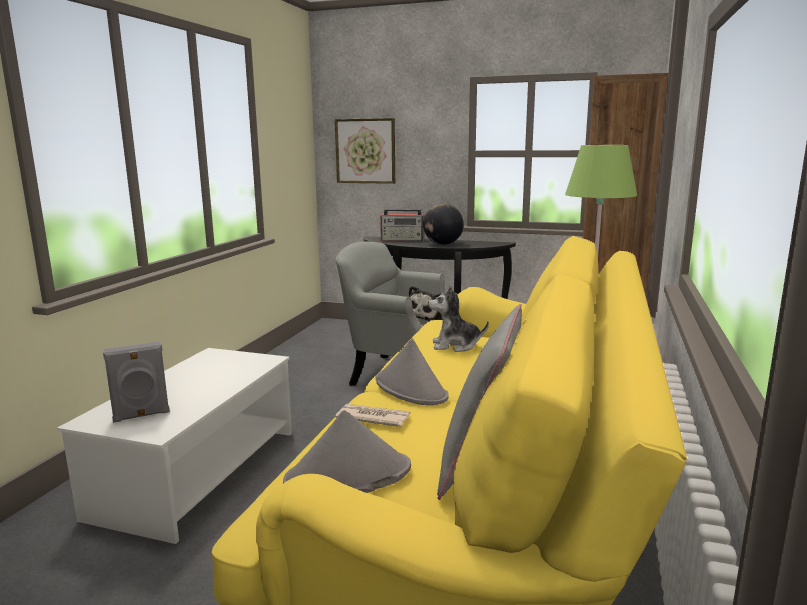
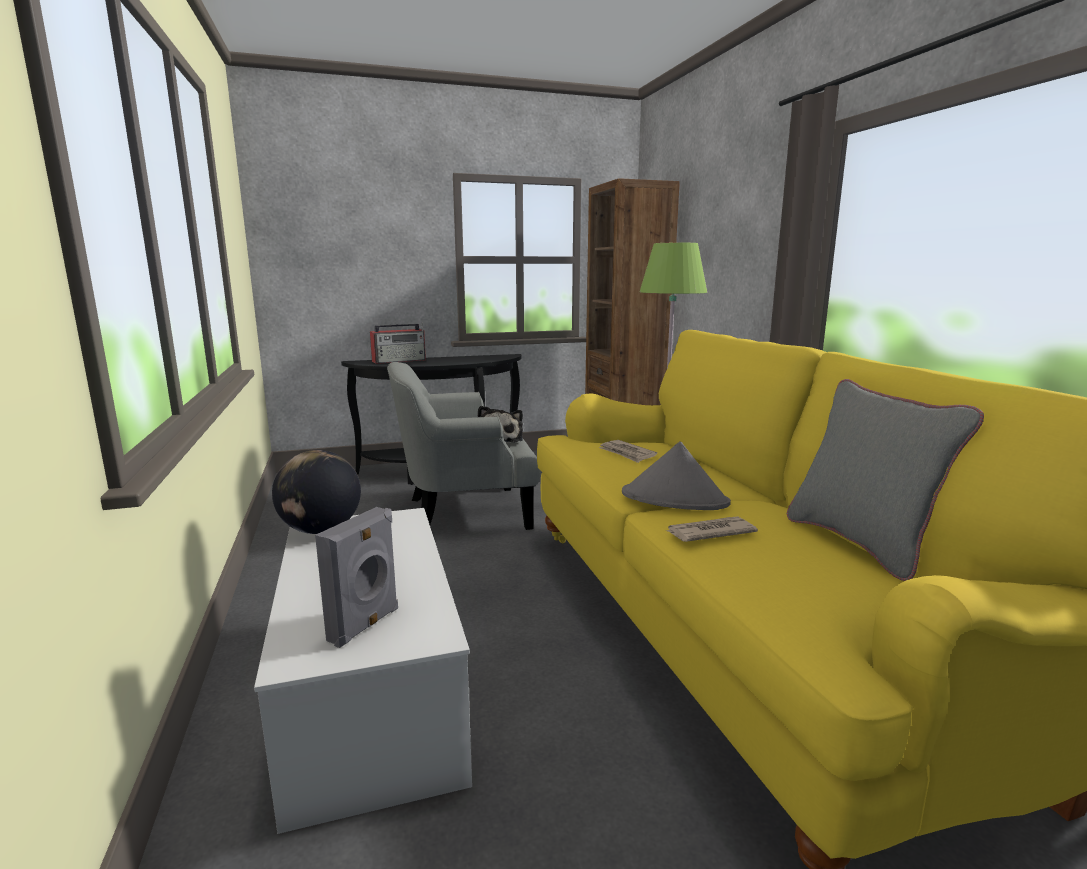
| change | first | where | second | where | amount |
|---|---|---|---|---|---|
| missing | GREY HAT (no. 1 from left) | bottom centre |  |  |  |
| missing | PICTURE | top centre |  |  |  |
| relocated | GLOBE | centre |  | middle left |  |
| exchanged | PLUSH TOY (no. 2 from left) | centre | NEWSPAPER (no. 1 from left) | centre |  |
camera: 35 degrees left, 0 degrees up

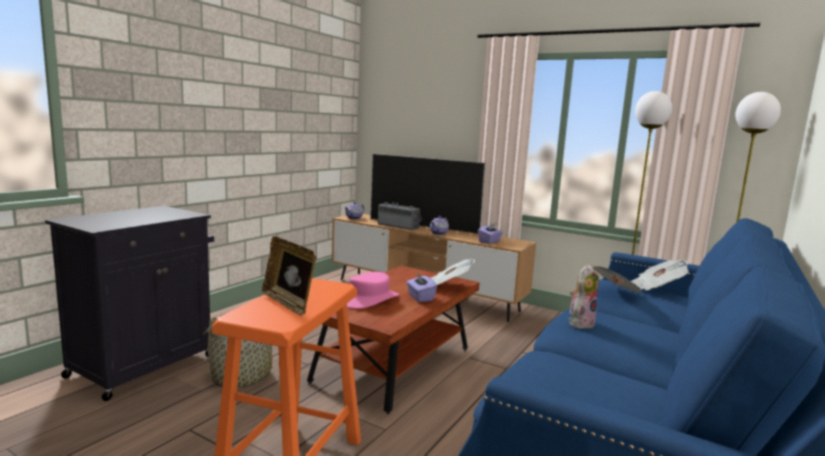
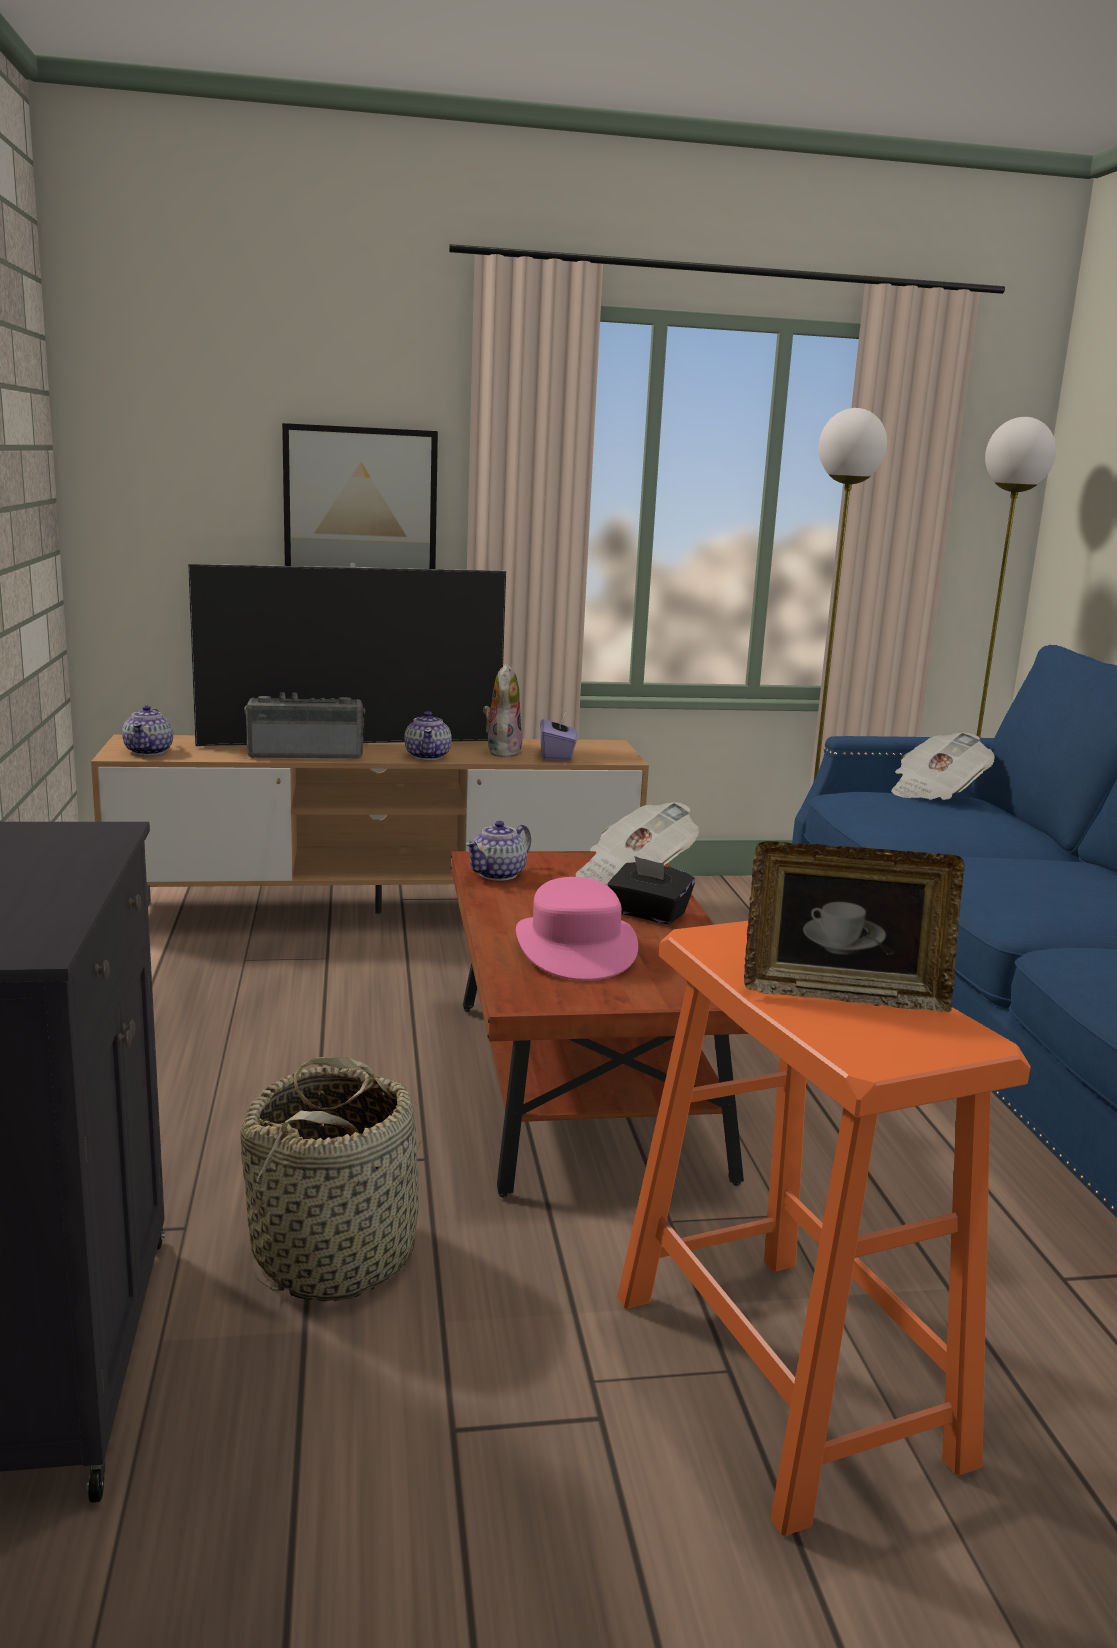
| change | first | where | second | where | amount |
|---|---|---|---|---|---|
| colour | PURPLE TISSUE BOX (no. 1 from left) | centre | BLACK TISSUE BOX | centre |  |
| relocated | PLUSH TOY | middle right |  | centre |  |
| missing | NEWSPAPER (no. 2 from left) | middle right |  |  |  |
| appeared |  |  | PICTURE | top left |  |
| appeared |  |  | TEAPOT (no. 3 from left) | centre |  |
camera: 40 degrees left, 5 degrees up

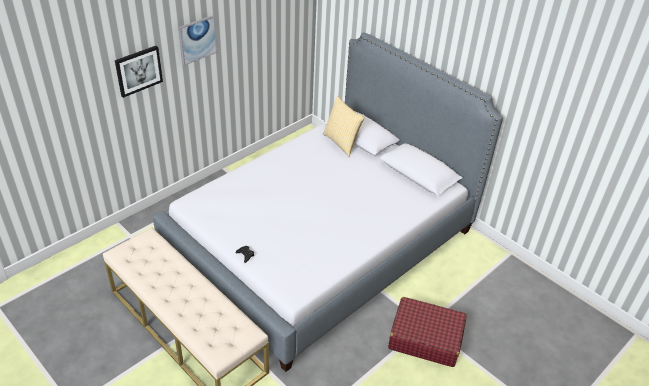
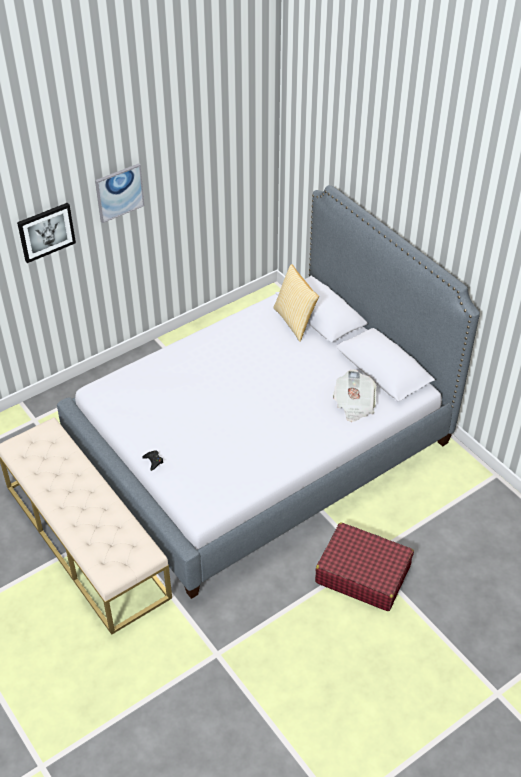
| change | first | where | second | where | amount |
|---|---|---|---|---|---|
| appeared |  |  | NEWSPAPER | middle right |  |
camera: 10 degrees right, 5 degrees up

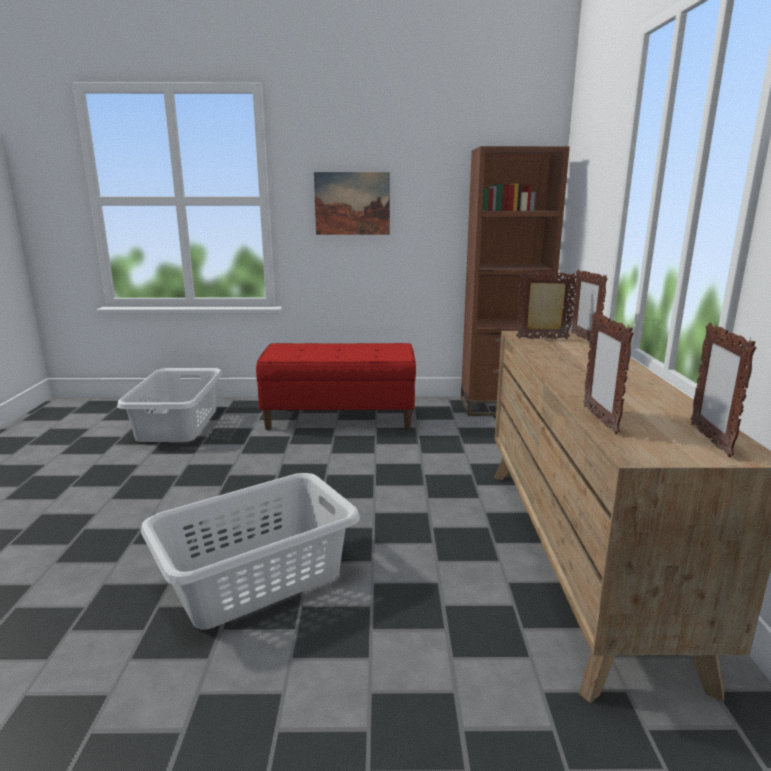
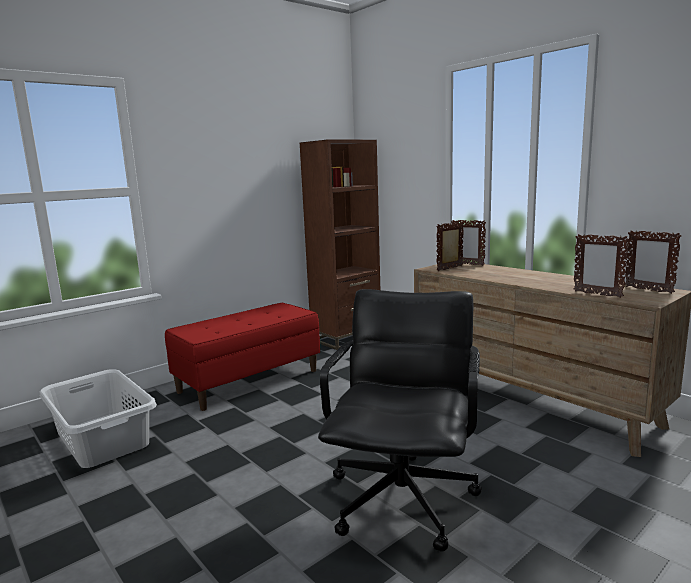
| change | first | where | second | where | amount |
|---|---|---|---|---|---|
| exchanged | GREY LAUNDRY BASKET (no. 2 from left) | bottom left | BLACK OFFICE CHAIR | bottom centre |  |
| missing | PICTURE | top centre |  |  |  |
camera: 40 degrees left, 5 degrees down

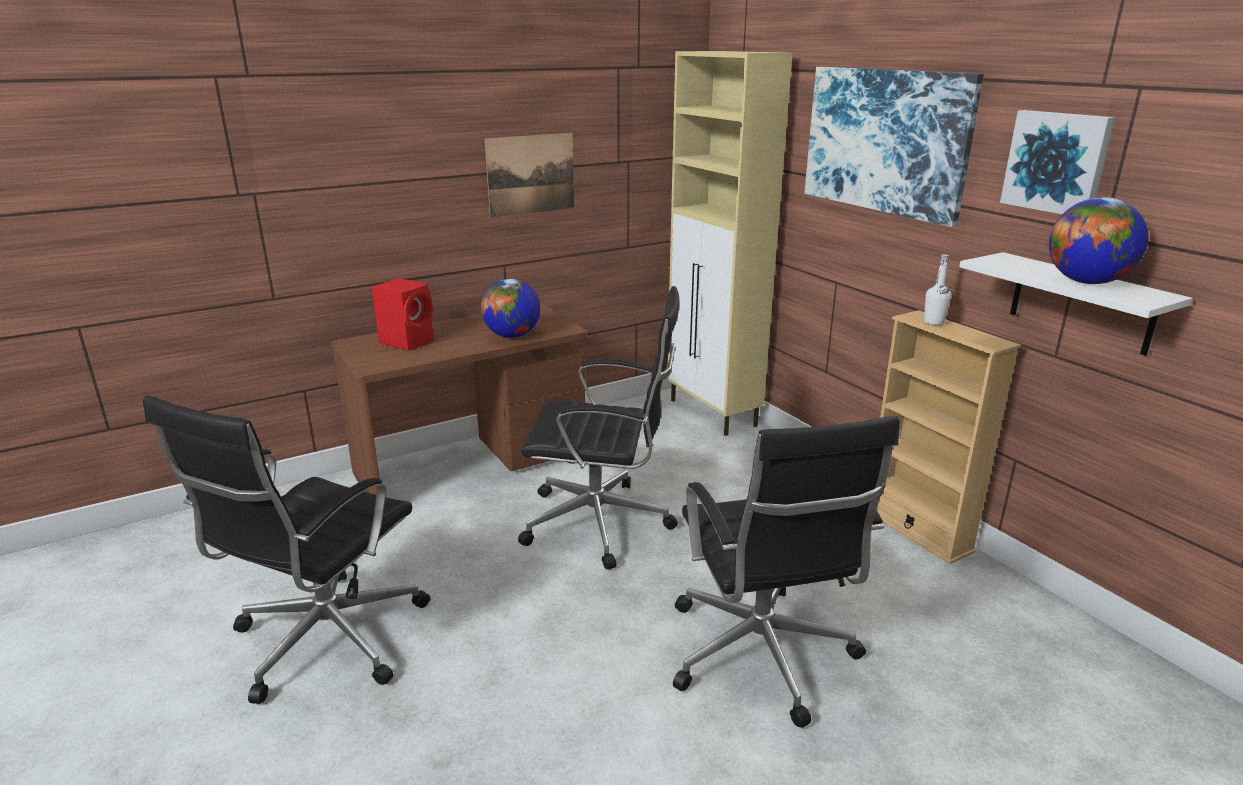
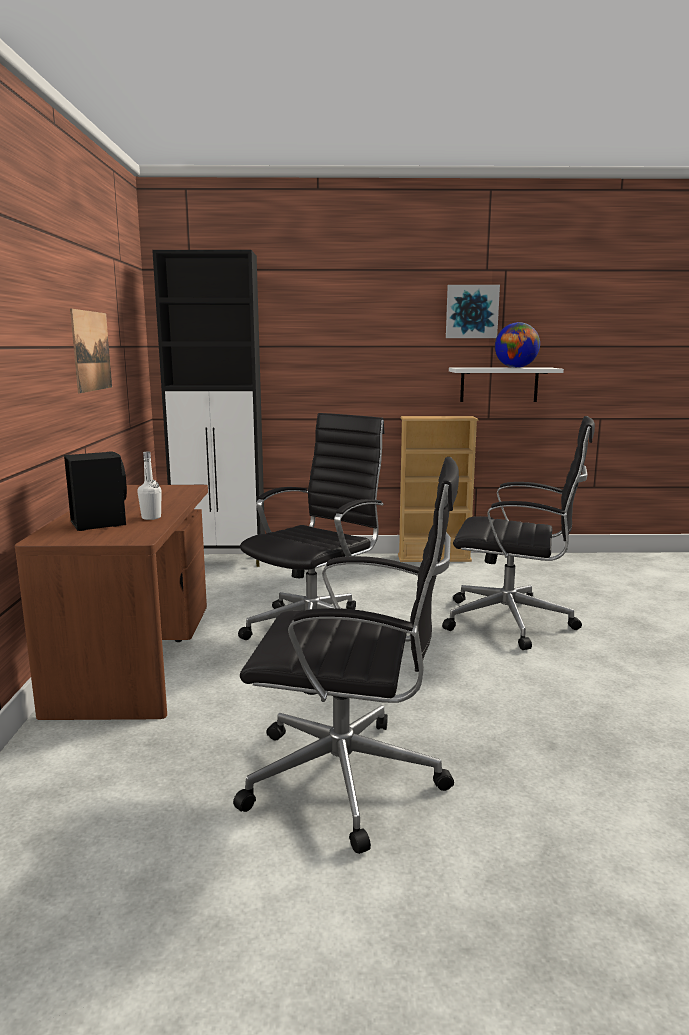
| change | first | where | second | where | amount |
|---|---|---|---|---|---|
| spun | BLACK OFFICE CHAIR (no. 1 from left in the first image) | bottom left | BLACK OFFICE CHAIR (no. 2 from left) | centre | 45 degrees counterclockwise |
| colour | RED SPEAKER | middle left | BLACK SPEAKER | middle left |  |
| missing | GLOBE (no. 1 from left) | centre |  |  |  |
| colour | BEIGE CABINET | top centre | BLACK CABINET | middle left |  |
| missing | PICTURE (no. 2 from left) | top right |  |  |  |
| relocated | WHITE BOTTLE | middle right |  | middle left |  |
camera: 60 degrees left, 10 degrees down

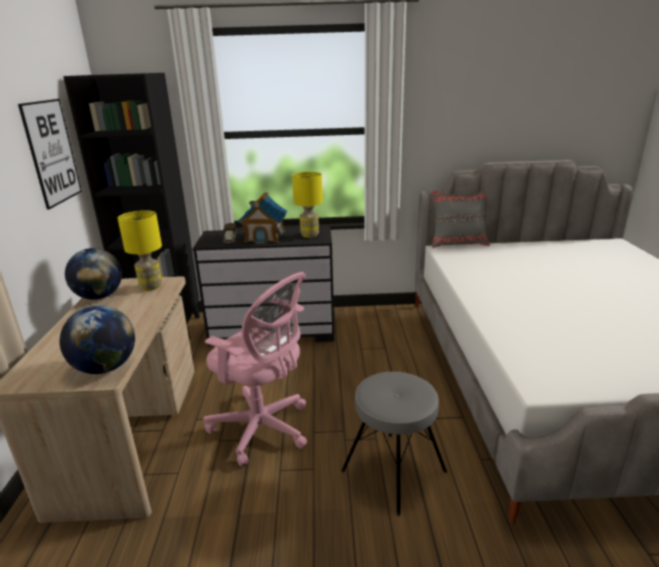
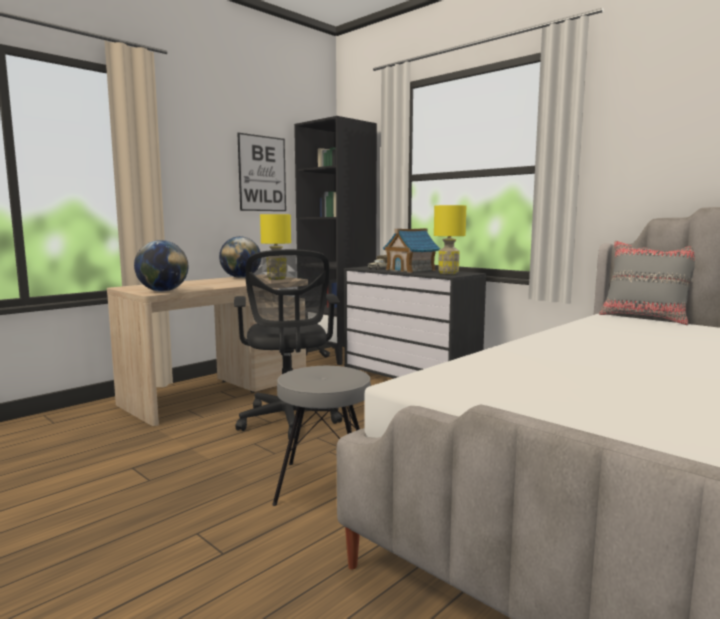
| change | first | where | second | where | amount |
|---|---|---|---|---|---|
| colour | PINK OFFICE CHAIR | centre | BLACK OFFICE CHAIR | centre |  |
camera: 45 degrees right, 15 degrees down

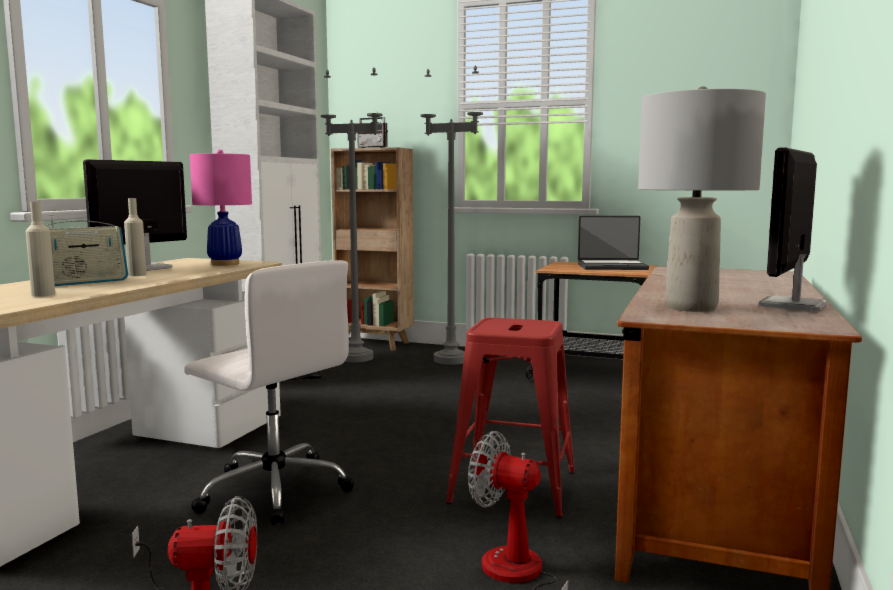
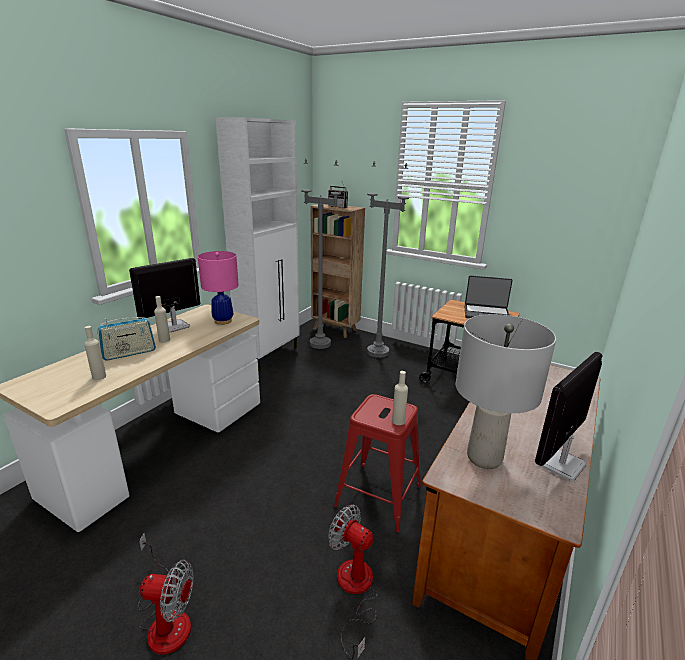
| change | first | where | second | where | amount |
|---|---|---|---|---|---|
| missing | WHITE OFFICE CHAIR | middle left |  |  |  |
| appeared |  |  | BEIGE BOTTLE (no. 3 from left) | centre |  |
camera: 10 degrees right, 15 degrees up

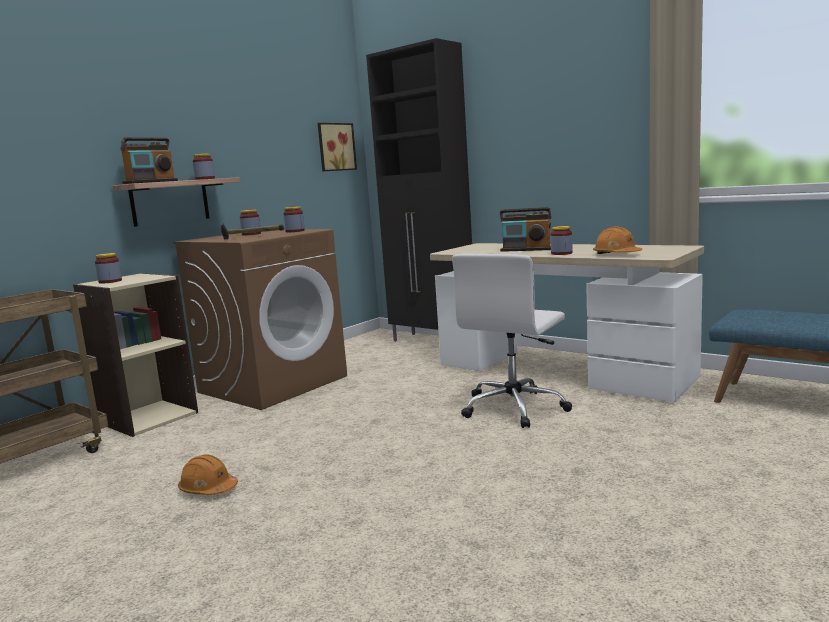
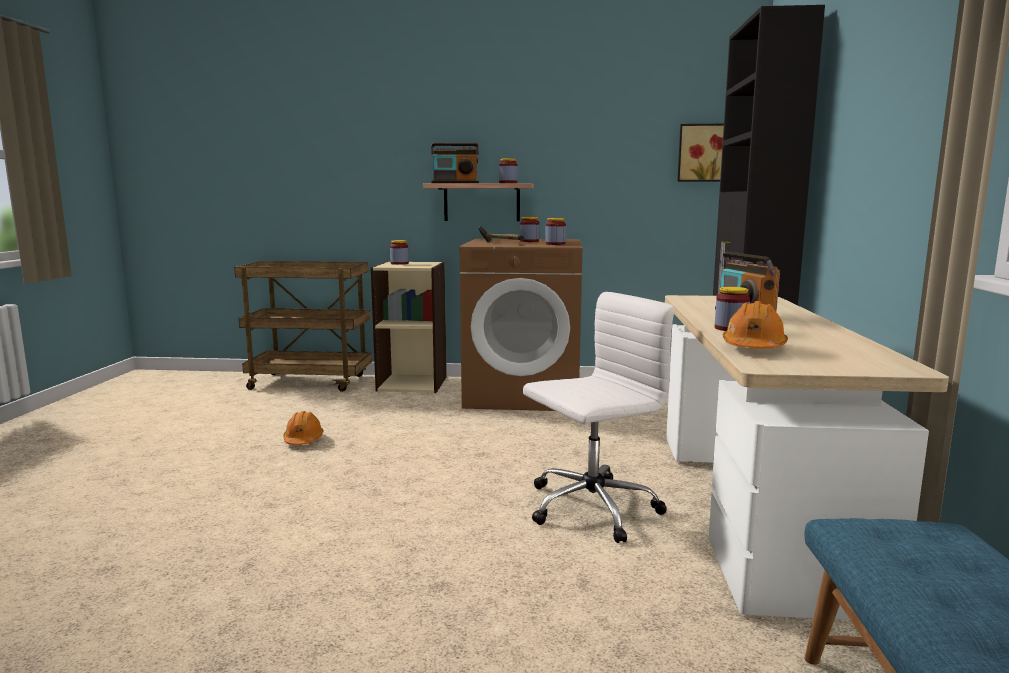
| change | first | where | second | where | amount |
|---|---|---|---|---|---|
| spun | WHITE OFFICE CHAIR | centre |  | centre | 150 degrees clockwise |
camera: 55 degrees right, 0 degrees up

